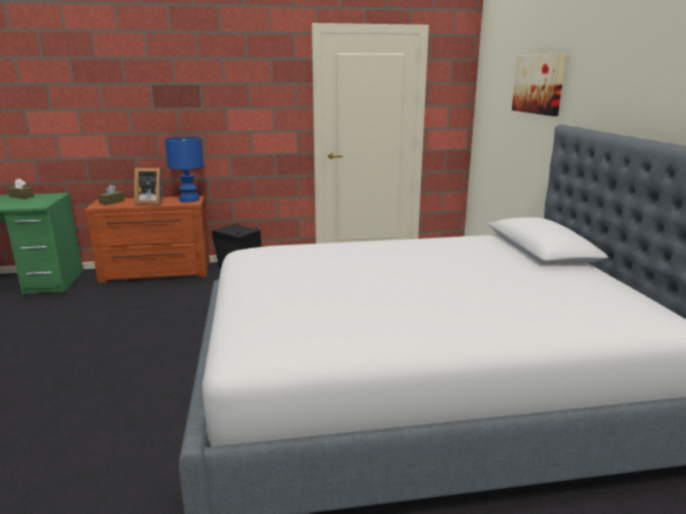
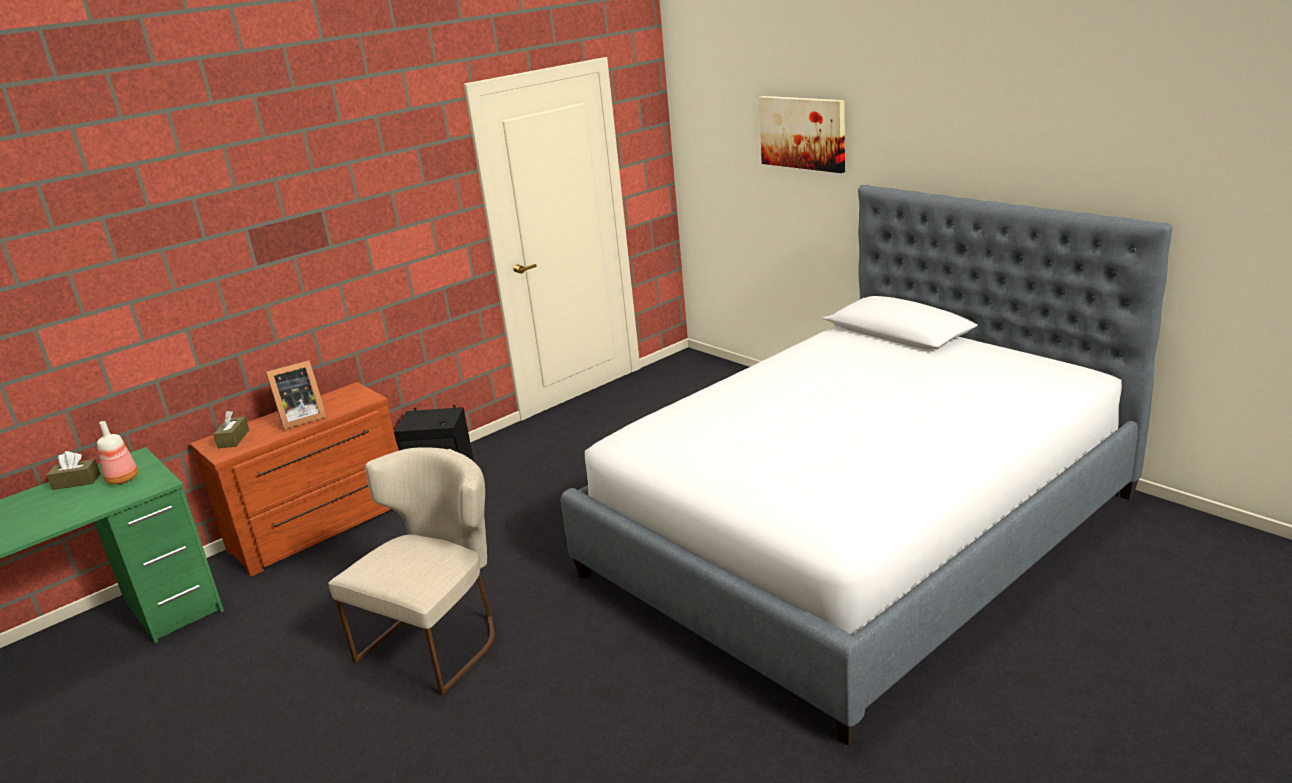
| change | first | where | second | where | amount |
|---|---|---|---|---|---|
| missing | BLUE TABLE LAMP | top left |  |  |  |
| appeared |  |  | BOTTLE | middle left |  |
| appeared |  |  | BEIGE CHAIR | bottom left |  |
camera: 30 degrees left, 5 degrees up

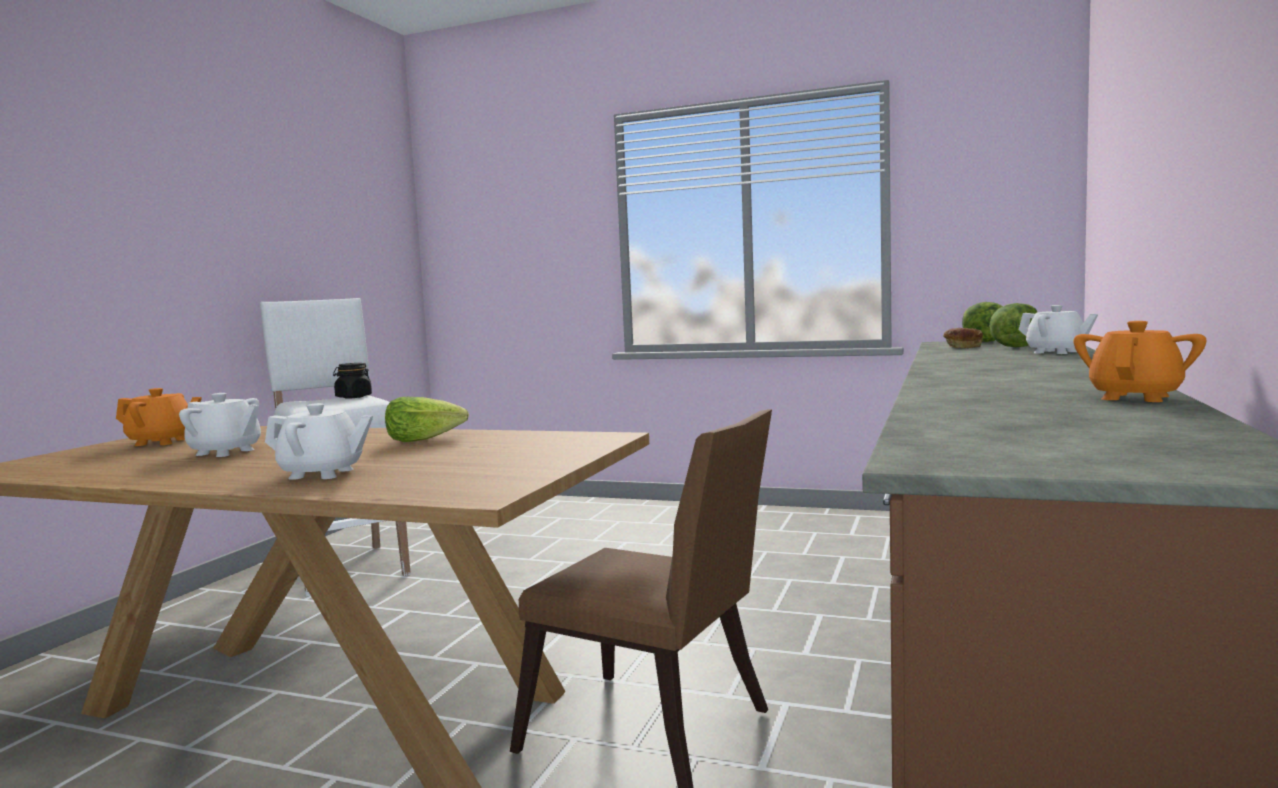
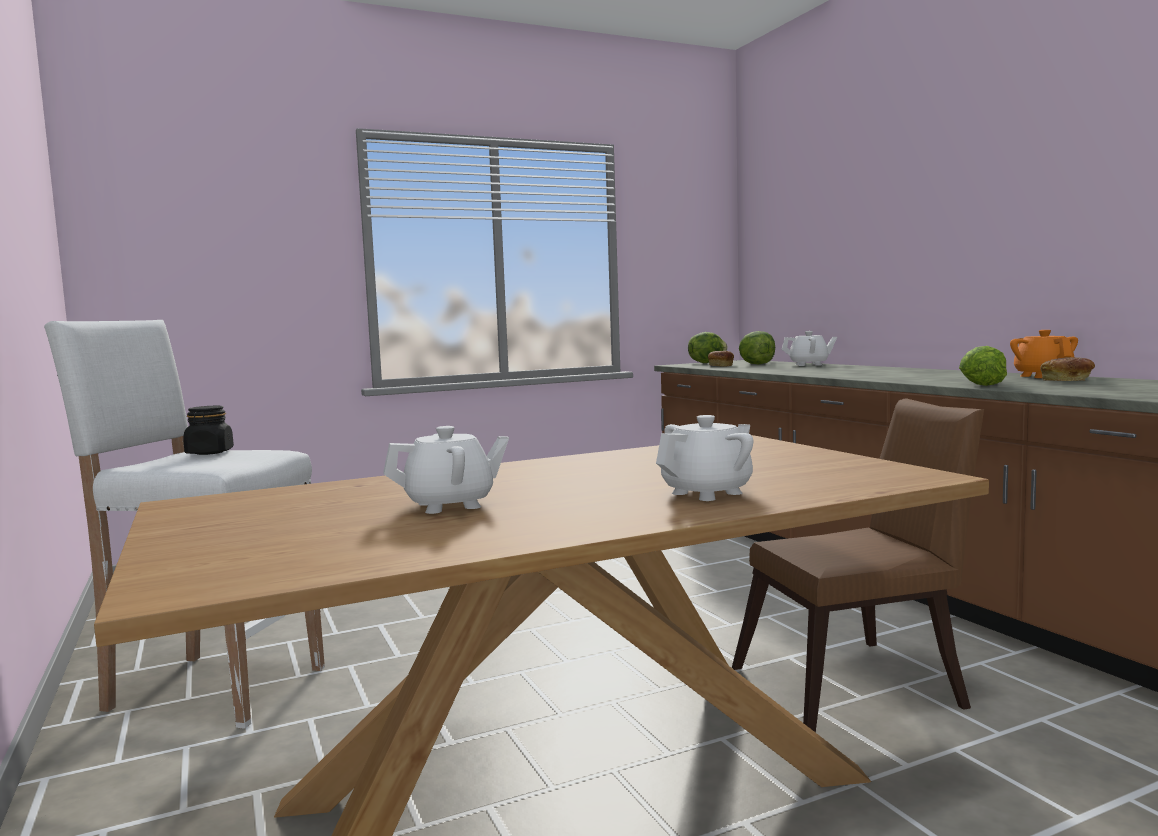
| change | first | where | second | where | amount |
|---|---|---|---|---|---|
| missing | ORANGE TEAPOT (no. 1 from left) | middle left |  |  |  |
| relocated | LETTUCE (no. 1 from left in the first image) | centre | LETTUCE (no. 3 from left) | middle right |  |
| appeared |  |  | BREAD (no. 2 from left) | middle right |  |
camera: 45 degrees left, 0 degrees up

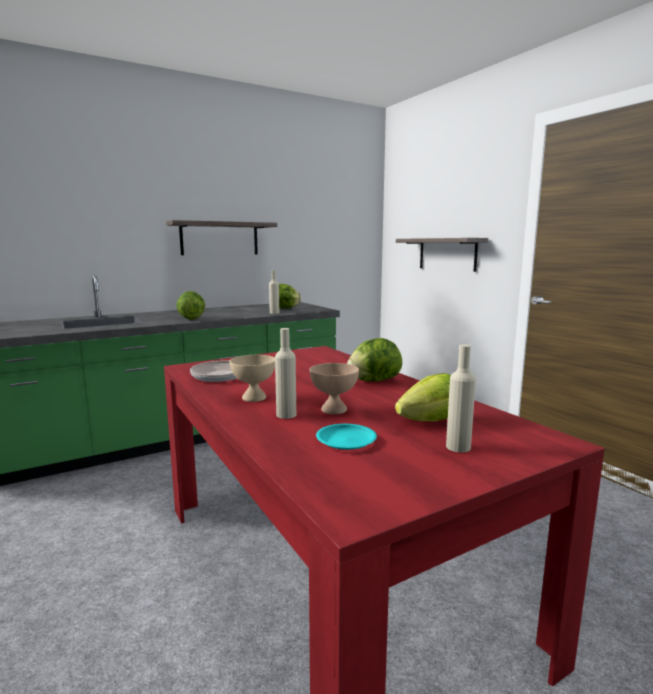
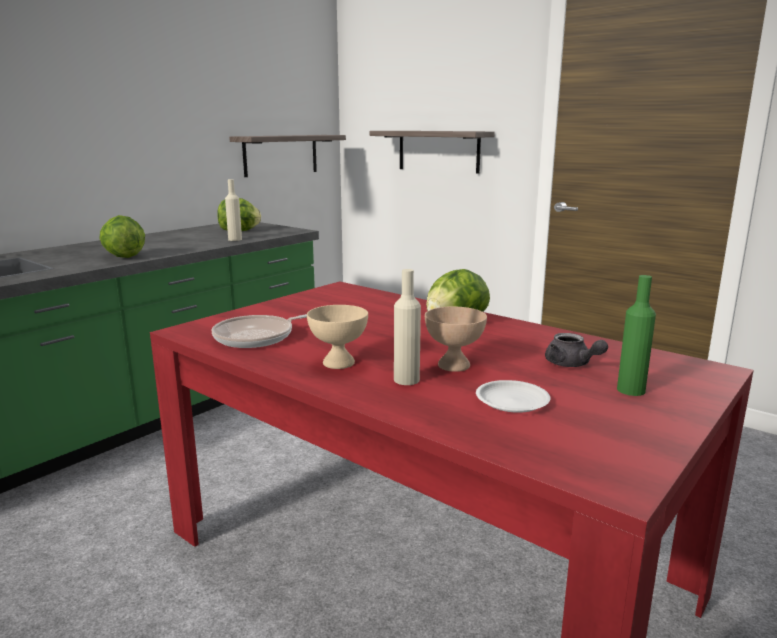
| change | first | where | second | where | amount |
|---|---|---|---|---|---|
| relocated | SHELF (no. 1 from left) | centre |  | top centre |  |
| colour | TURQUOISE PLATE | centre | WHITE PLATE | centre |  |
| exchanged | LETTUCE (no. 4 from left) | centre | GREY TEAPOT | middle right |  |
| colour | BEIGE BOTTLE (no. 3 from left) | middle right | GREEN BOTTLE | middle right |  |
camera: 20 degrees left, 5 degrees up

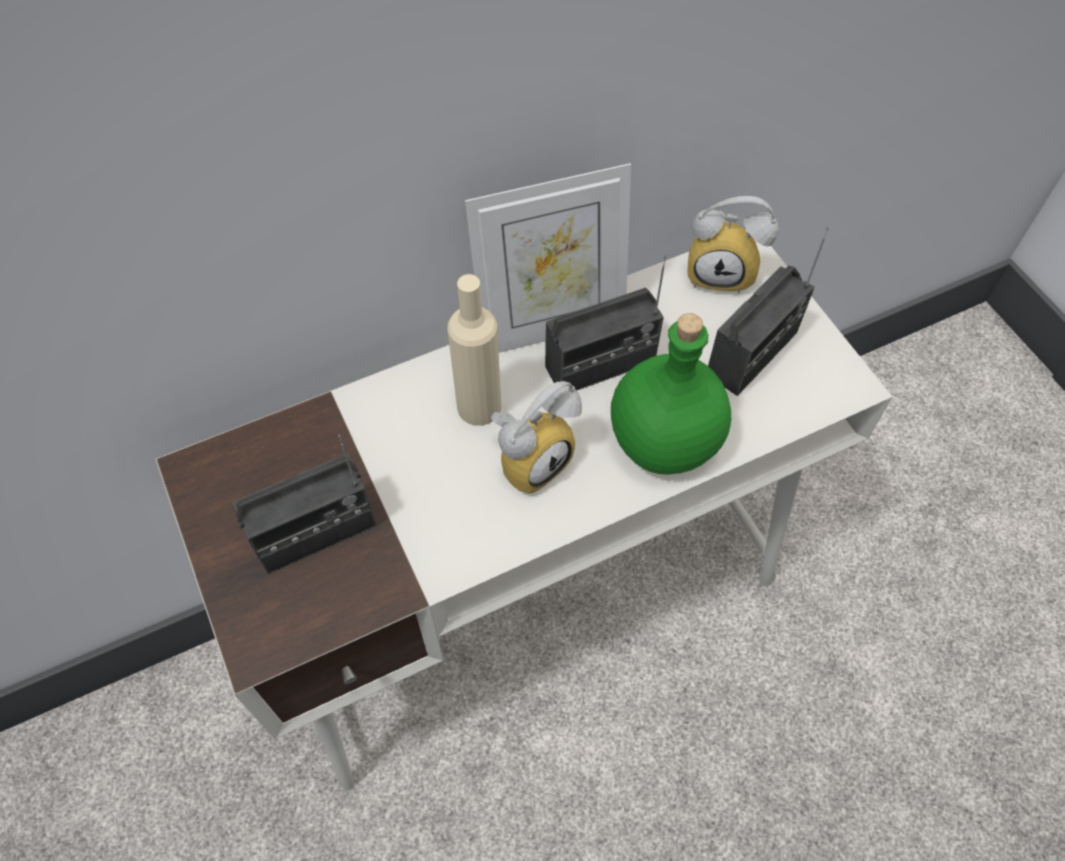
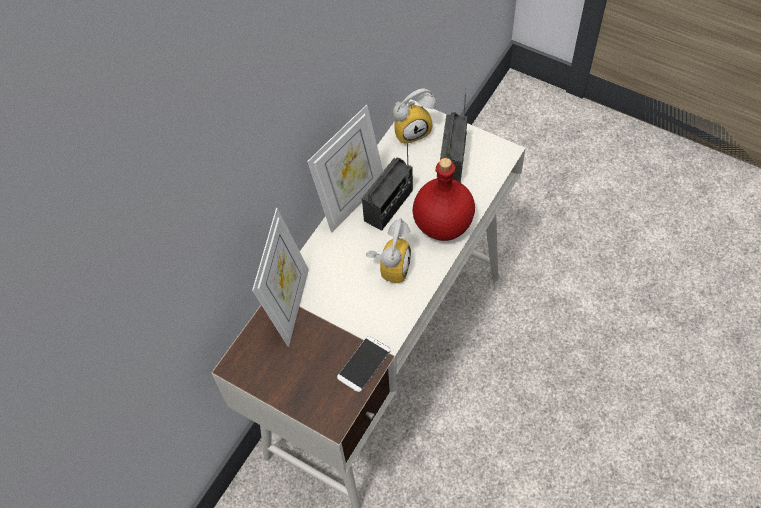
| change | first | where | second | where | amount |
|---|---|---|---|---|---|
| missing | RADIO (no. 1 from left) | middle left |  |  |  |
| missing | BEIGE BOTTLE | centre |  |  |  |
| colour | GREEN BOTTLE | centre | RED BOTTLE | centre |  |
| appeared |  |  | PICTURE FRAME (no. 1 from left) | centre |  |
| appeared |  |  | PHONE | bottom centre |  |
camera: 30 degrees left, 0 degrees up

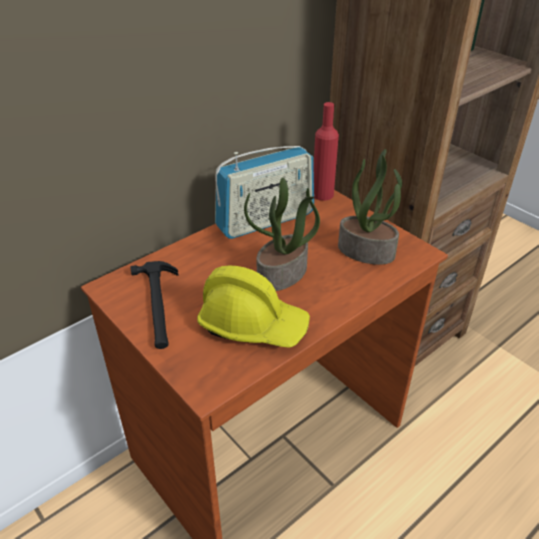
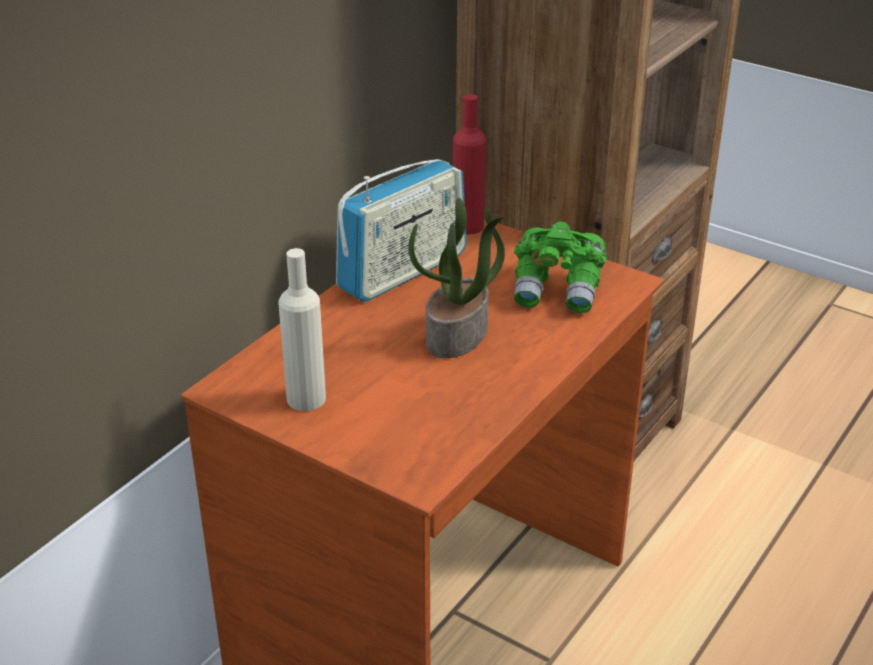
| change | first | where | second | where | amount |
|---|---|---|---|---|---|
| exchanged | HAMMER | middle left | BEIGE BOTTLE | centre |  |
| missing | YELLOW HARD HAT | centre |  |  |  |
| exchanged | POTTED PLANT (no. 2 from left) | middle right | GREEN BINOCULARS | centre |  |
camera: 15 degrees left, 5 degrees down

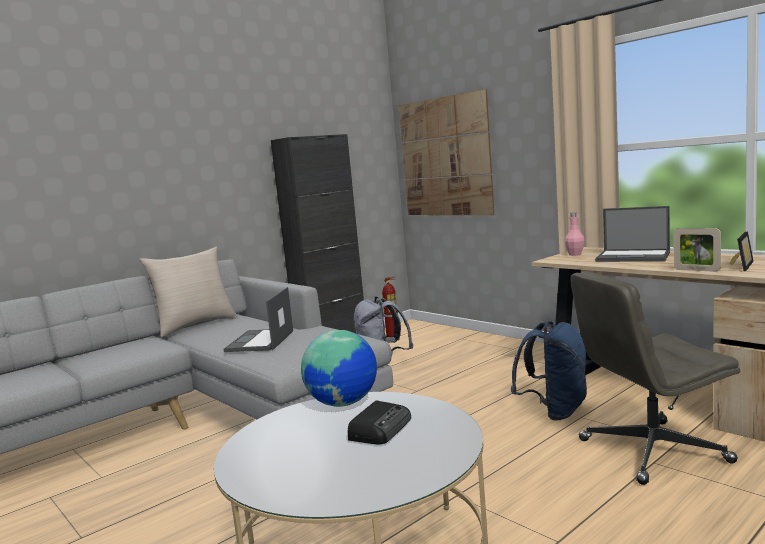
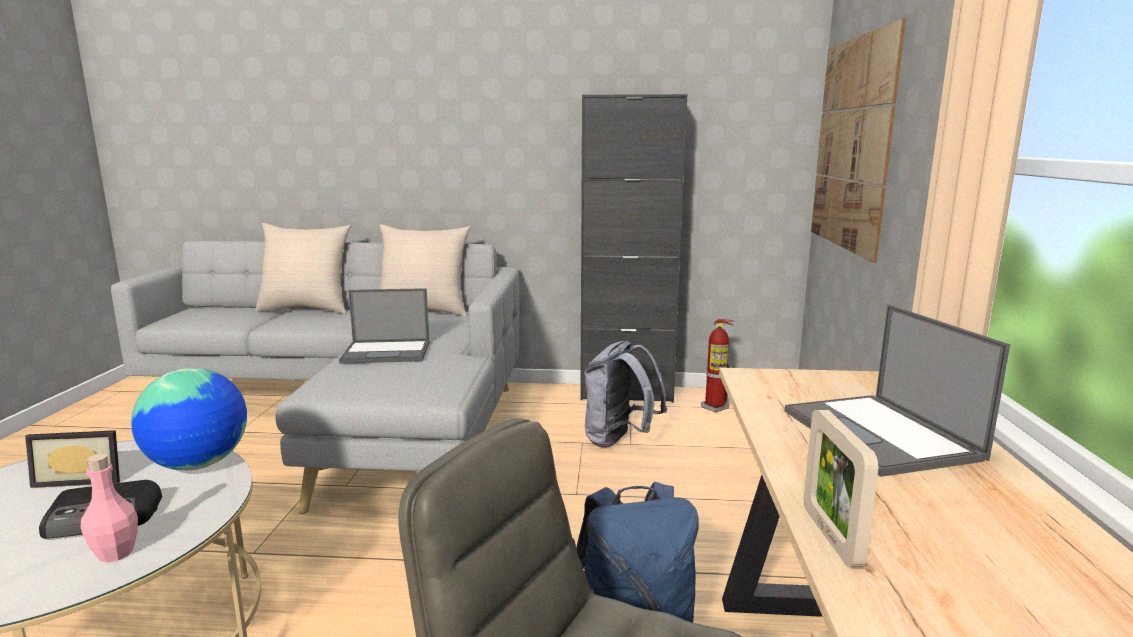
| change | first | where | second | where | amount |
|---|---|---|---|---|---|
| spun | LAPTOP (no. 1 from left) | centre |  | centre | 150 degrees counterclockwise |
| relocated | PINK BOTTLE | middle right |  | bottom left |  |
| relocated | PICTURE FRAME (no. 2 from left in the first image) | middle right | PICTURE FRAME (no. 1 from left) | bottom left |  |
| appeared |  |  | BEIGE PILLOW (no. 1 from left) | middle left |  |
camera: 45 degrees right, 5 degrees up

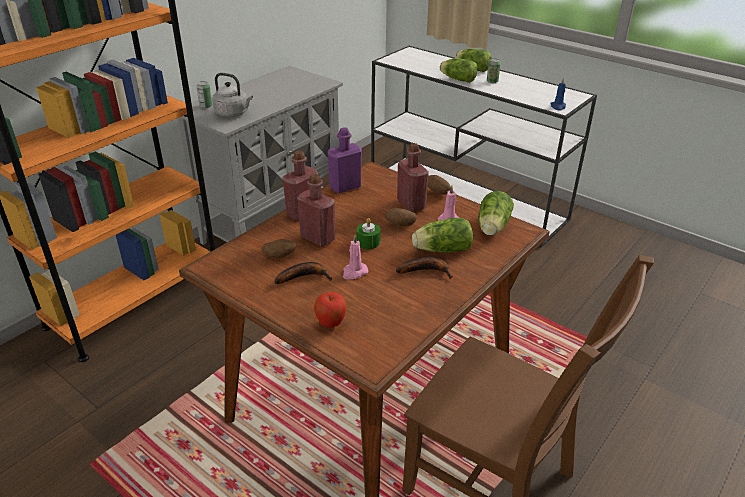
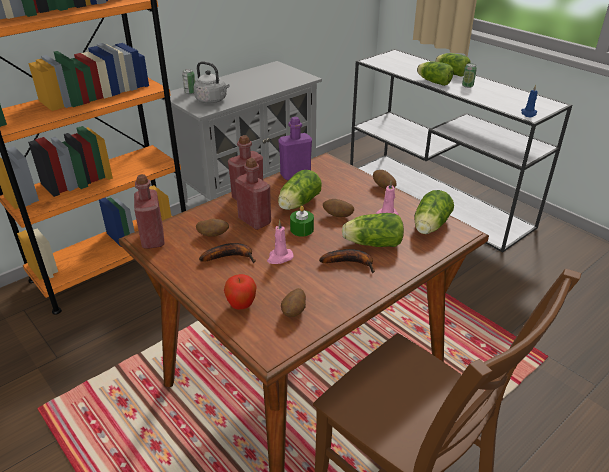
| change | first | where | second | where | amount |
|---|---|---|---|---|---|
| relocated | RED BOTTLE (no. 3 from left in the first image) | centre | RED BOTTLE (no. 1 from left) | middle left |  |
| appeared |  |  | LETTUCE (no. 1 from left) | centre |  |
| appeared |  |  | POTATO (no. 2 from left) | centre |  |
camera: 10 degrees right, 0 degrees up

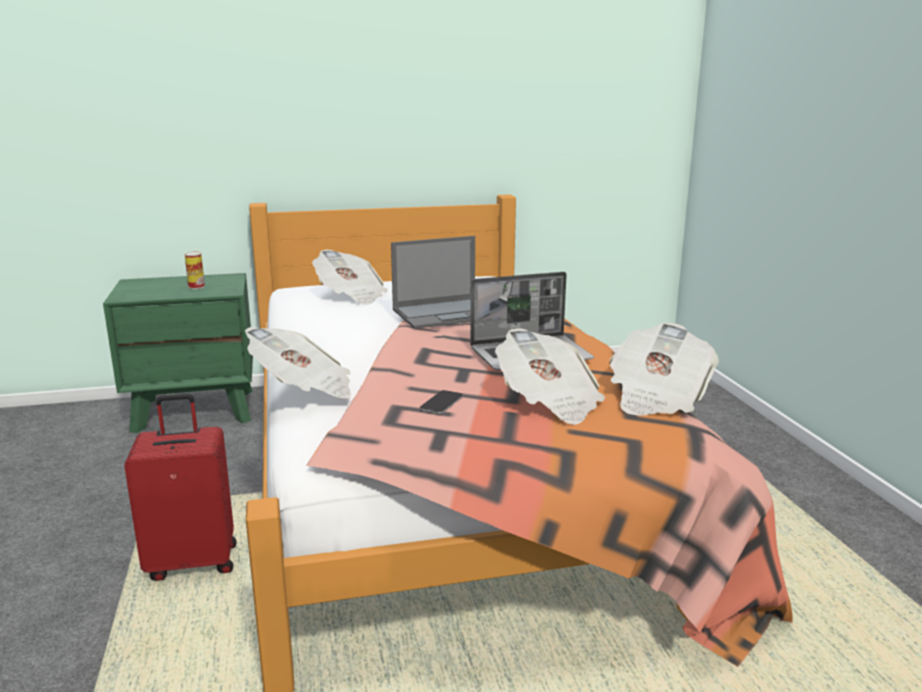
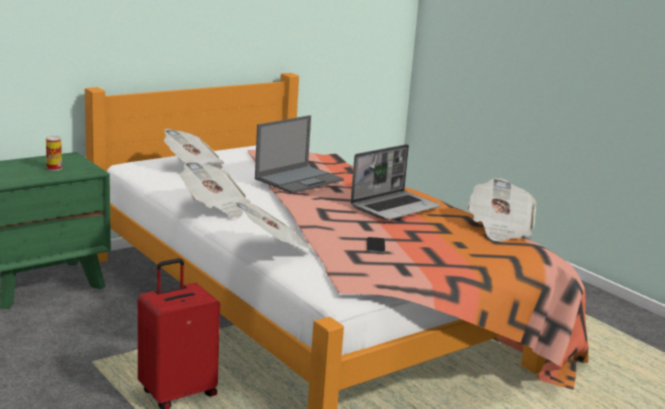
| change | first | where | second | where | amount |
|---|---|---|---|---|---|
| relocated | NEWSPAPER (no. 3 from left in the first image) | centre | NEWSPAPER (no. 2 from left) | middle left |  |
camera: 25 degrees left, 0 degrees up

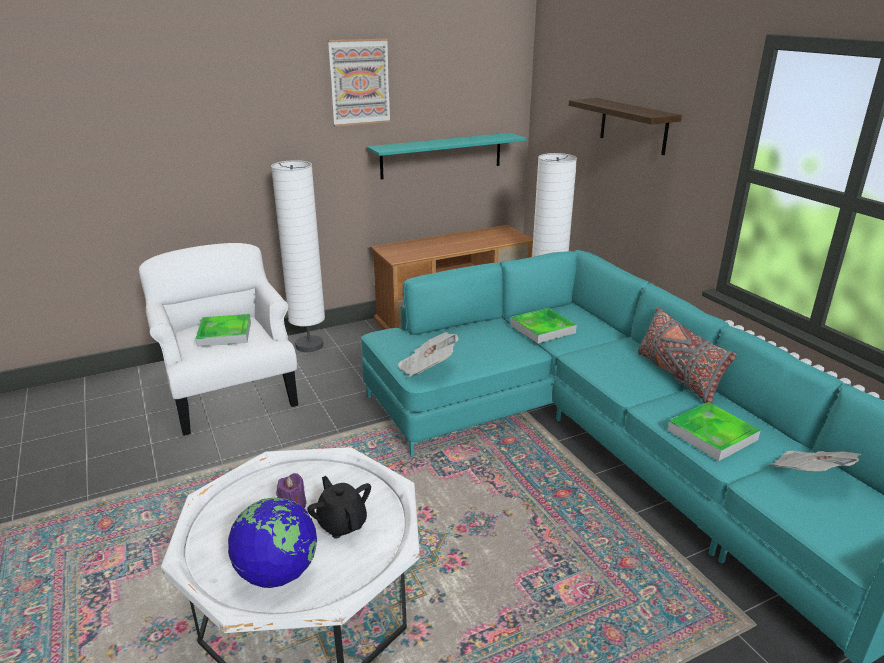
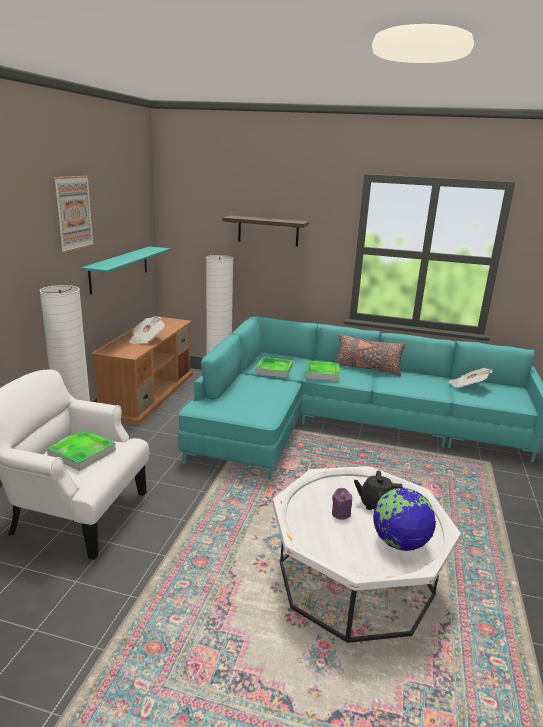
| change | first | where | second | where | amount |
|---|---|---|---|---|---|
| relocated | NEWSPAPER (no. 1 from left) | centre |  | middle left |  |
| relocated | TRAY (no. 3 from left) | middle right |  | centre |  |
camera: 50 degrees left, 5 degrees down

